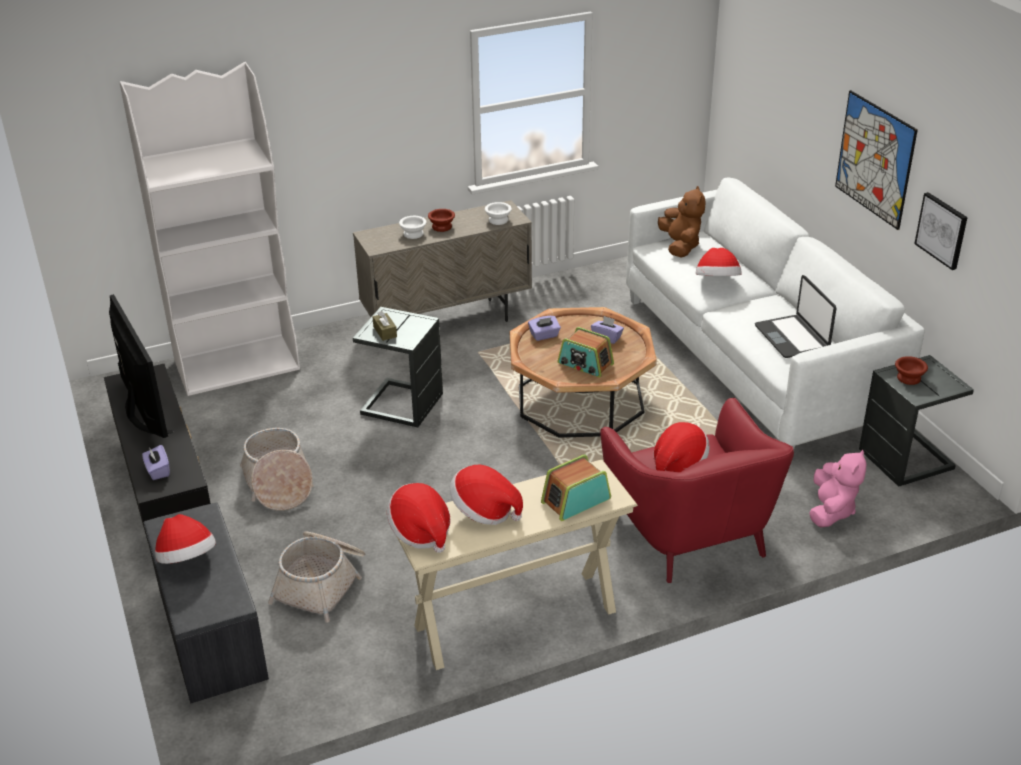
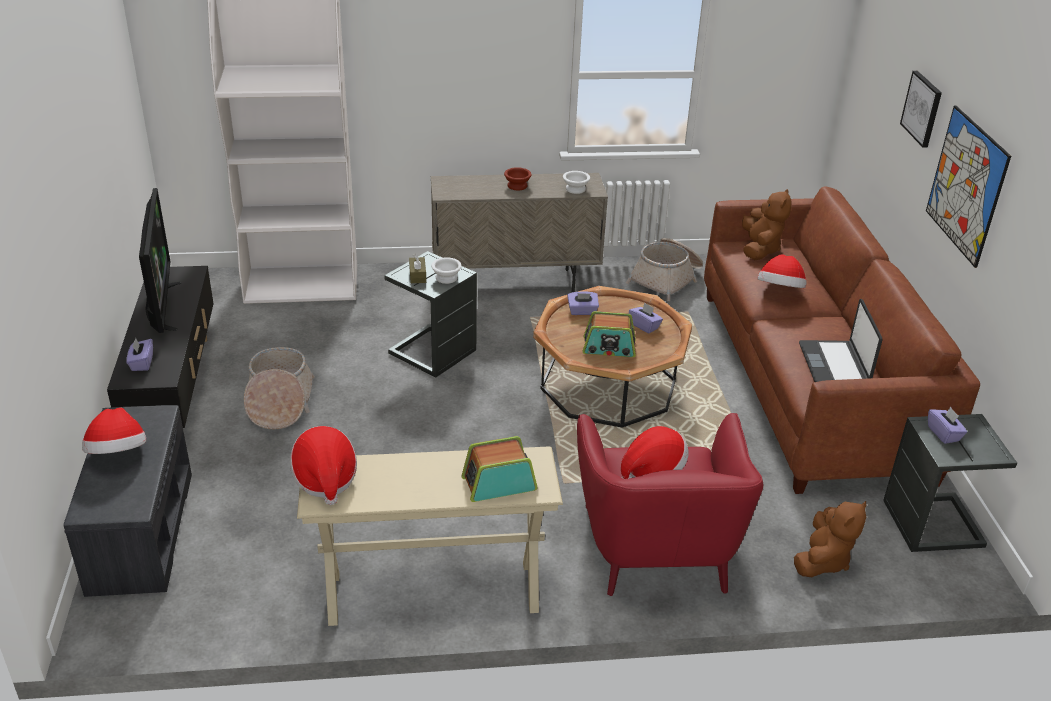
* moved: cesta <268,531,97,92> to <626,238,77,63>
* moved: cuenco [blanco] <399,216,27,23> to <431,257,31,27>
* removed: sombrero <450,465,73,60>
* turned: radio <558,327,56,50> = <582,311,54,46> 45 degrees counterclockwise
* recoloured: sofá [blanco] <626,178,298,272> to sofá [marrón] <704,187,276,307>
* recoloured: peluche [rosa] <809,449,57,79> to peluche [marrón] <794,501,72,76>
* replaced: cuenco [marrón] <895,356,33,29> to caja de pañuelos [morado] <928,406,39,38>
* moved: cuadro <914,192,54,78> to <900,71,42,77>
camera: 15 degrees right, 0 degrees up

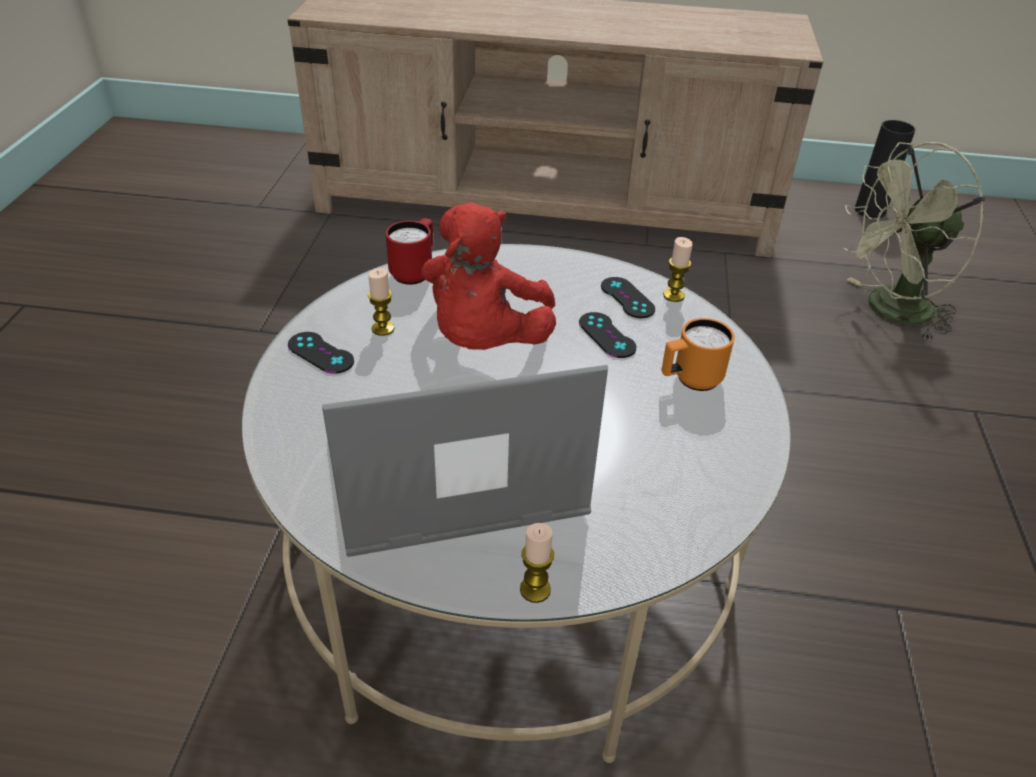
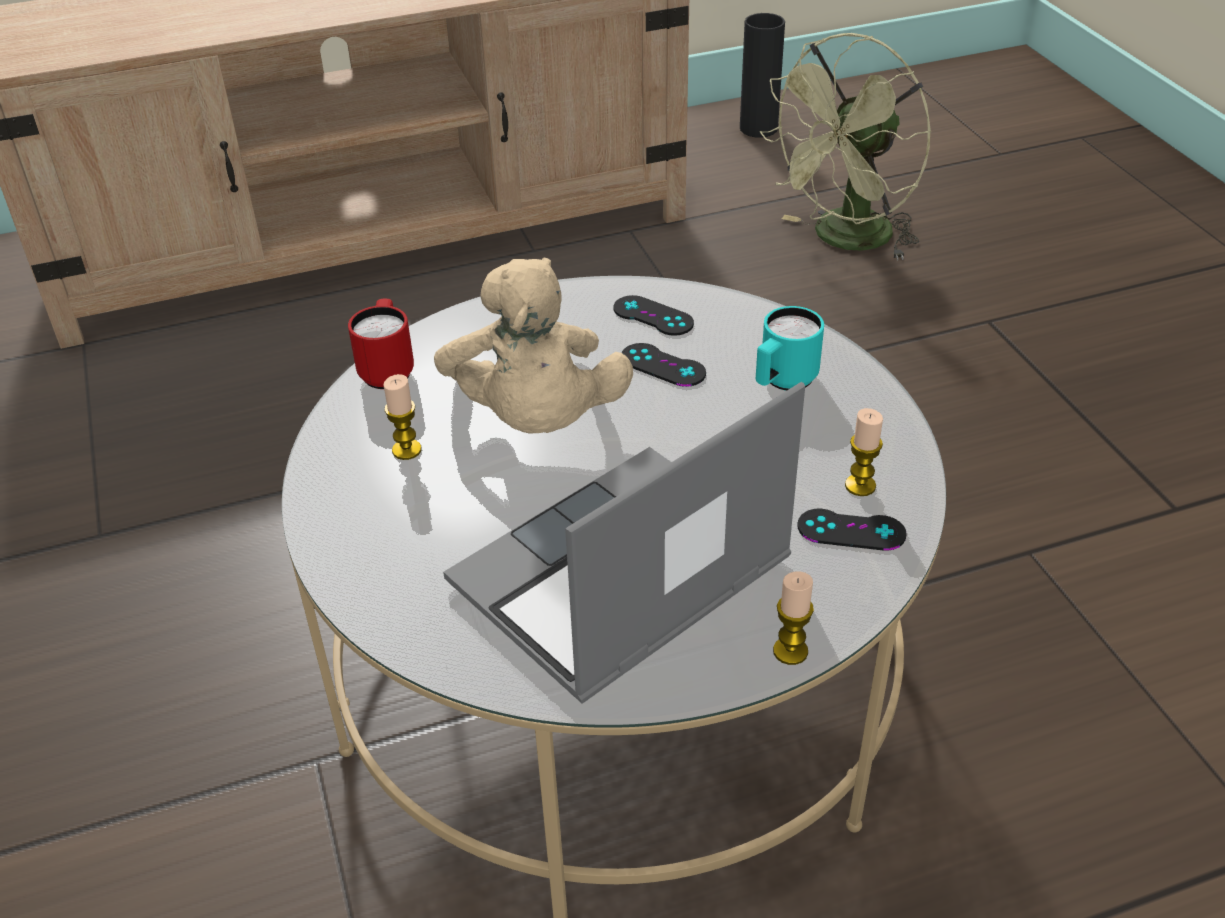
* moved: mando de consola [negro] <288,332,66,42> to <797,509,110,42>
* recoloured: peluche [rojo] <421,202,135,148> to peluche [beis] <434,258,199,175>
* recoloured: taza grande [naranja] <661,318,74,73> to taza grande [turquesa] <756,306,68,85>
* moved: vela <663,237,30,65> to <845,408,38,88>
camera: 25 degrees left, 0 degrees up

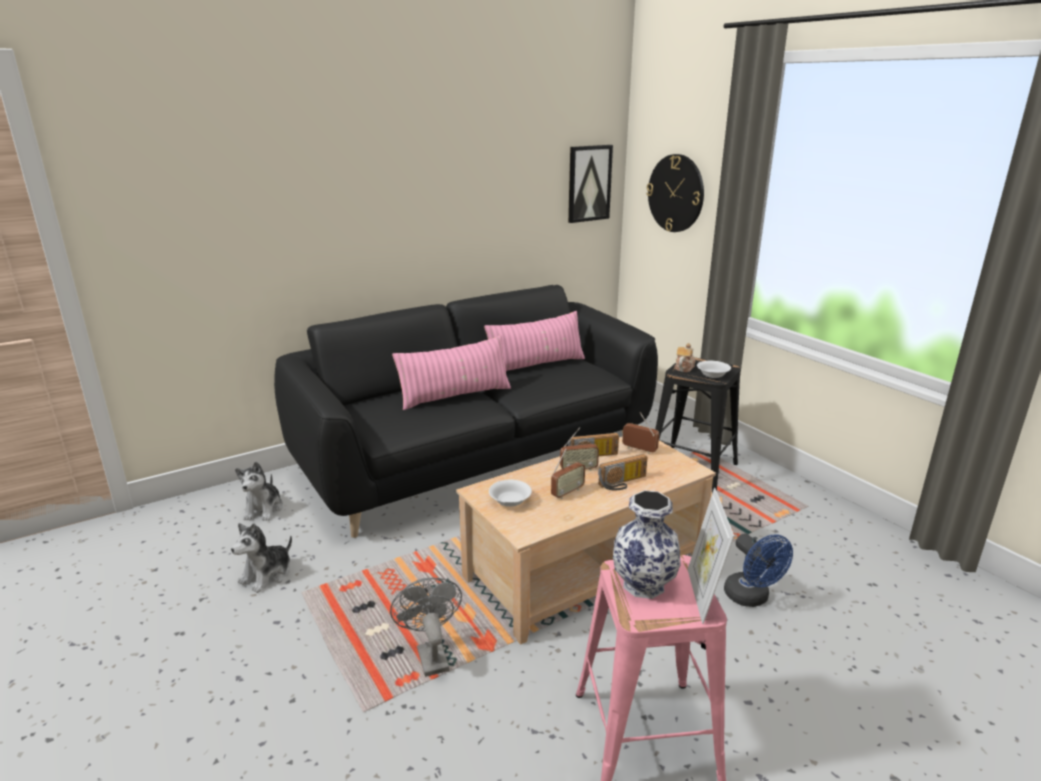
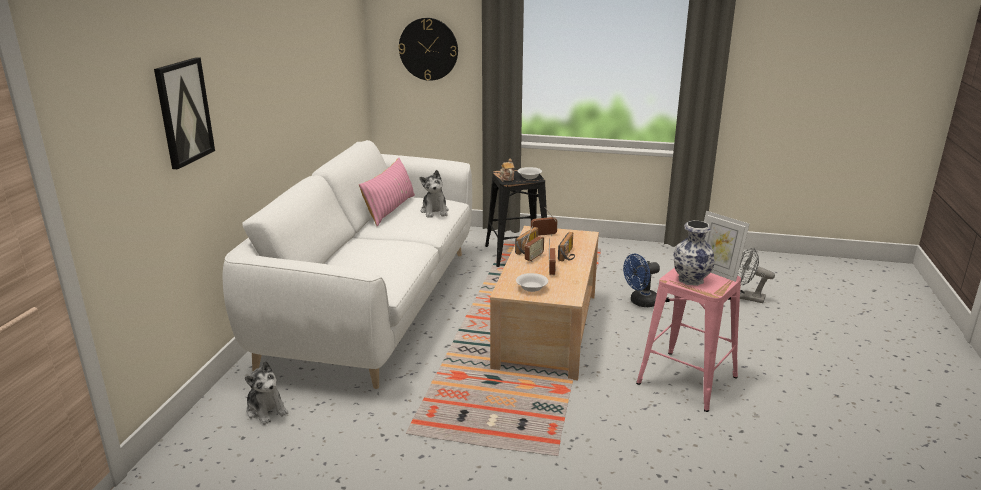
* moved: peluche <231,523,61,70> to <420,170,29,48>
* recoloured: sofá [negro] <274,285,384,253> to sofá [blanco] <222,140,250,249>
* moved: ventilador [gris] <390,578,72,99> to <738,247,37,56>
* removed: cojín [rosa] <392,335,119,75>
* moved: cuadro <568,145,45,78> to <154,57,61,112>
* turned: ventilador [azul] <724,533,69,74> = <623,254,37,53> 135 degrees clockwise
camera: 45 degrees left, 0 degrees up

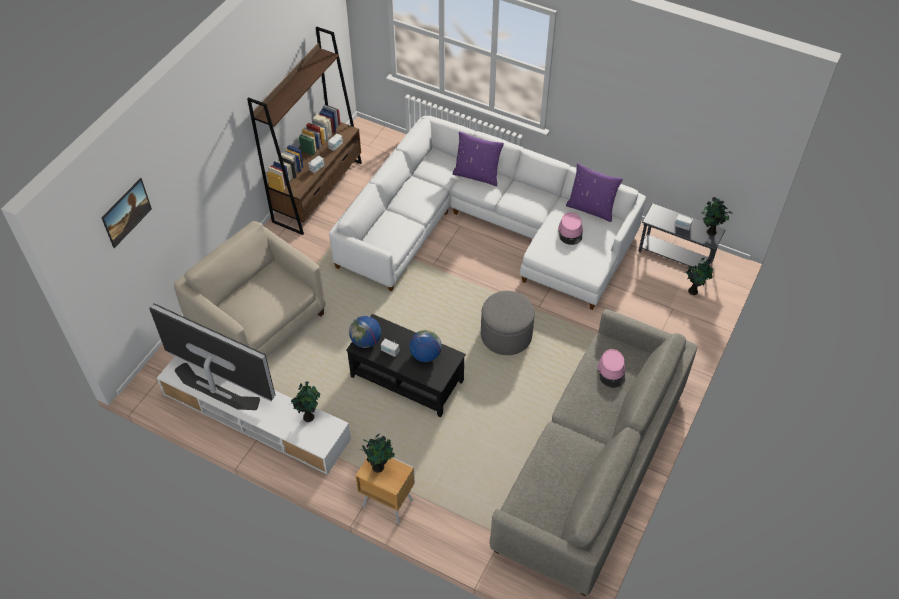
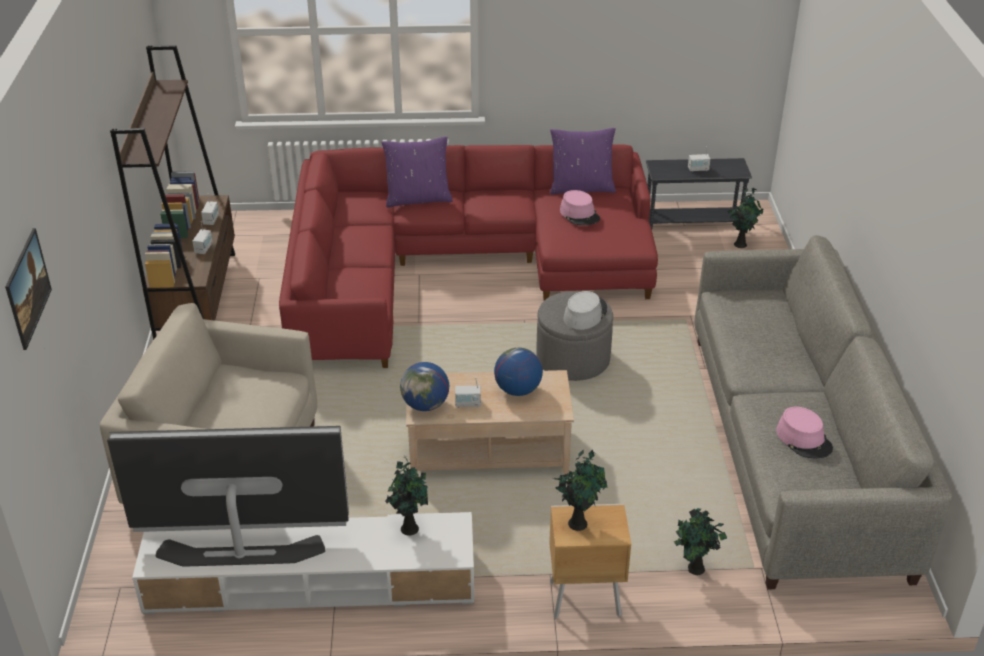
* recoloured: sofá [blanco] <329,116,317,194> to sofá [rojo] <279,144,379,224>
* recoloured: mesa de centro [negro] <346,314,120,103> to mesa de centro [beis] <406,370,168,109>
* moved: sombrero [rosa] <598,349,28,39> to <776,407,57,51>
* moved: planta en maceta <701,197,31,39> to <674,508,53,67>
* added: sombrero [gris] <564,291,43,39>
camera: 30 degrees left, 15 degrees down

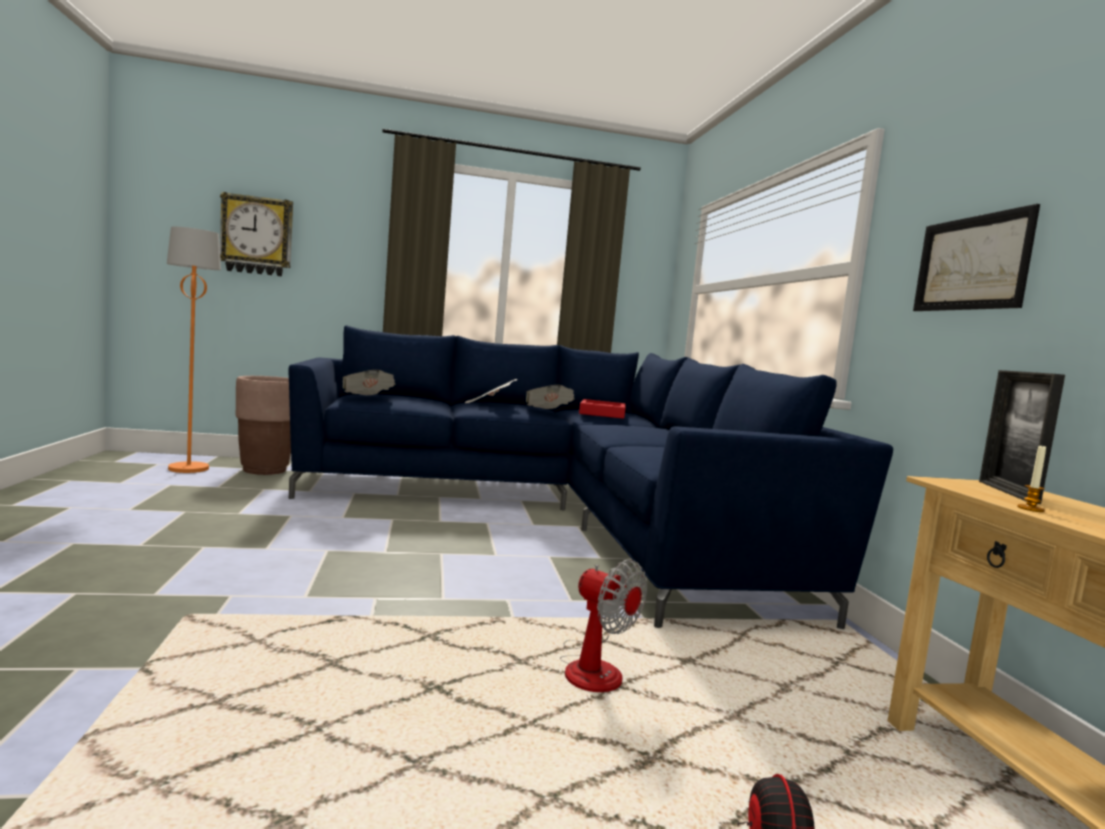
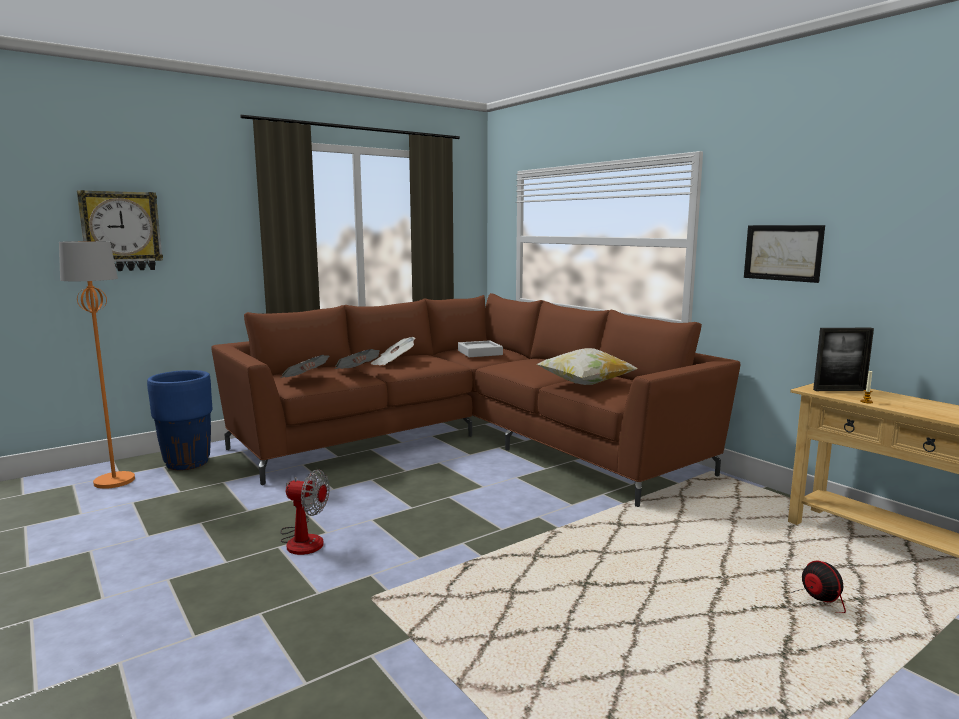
* recoloured: maceta [marrón] <236,376,55,99> to maceta [azul] <147,370,65,100>
* recoloured: sofá [azul] <289,325,604,304> to sofá [marrón] <211,293,529,214>
* moved: periódico <526,385,48,24> to <335,349,45,20>
* moved: ventilador <560,560,87,132> to <280,469,50,86>
* recoloured: bandeja [rojo] <579,399,47,20> to bandeja [gris] <458,340,45,17>
* turned: portarretratos <979,370,86,134> = <813,328,61,63> 75 degrees counterclockwise
* added: cojín <537,348,101,37>
camera: 25 degrees left, 5 degrees up

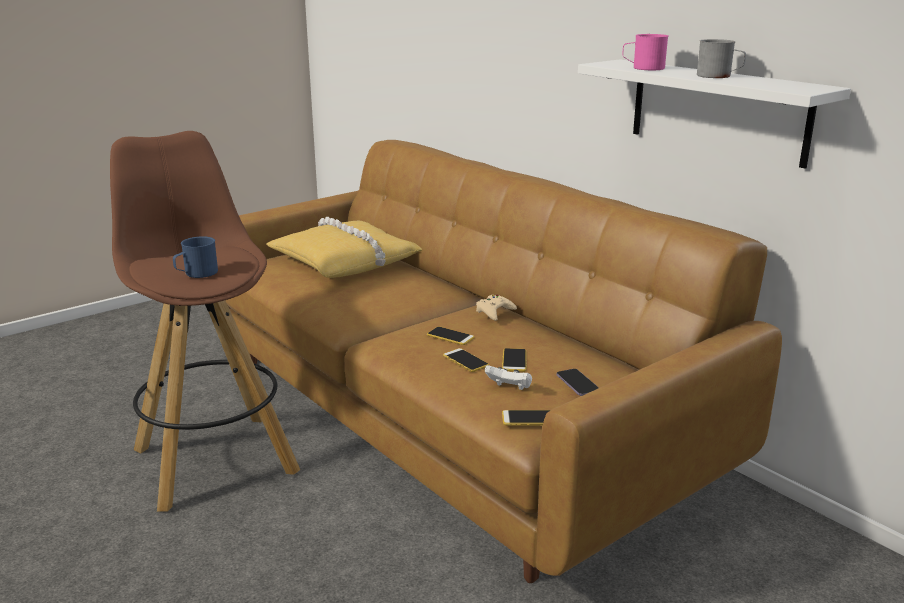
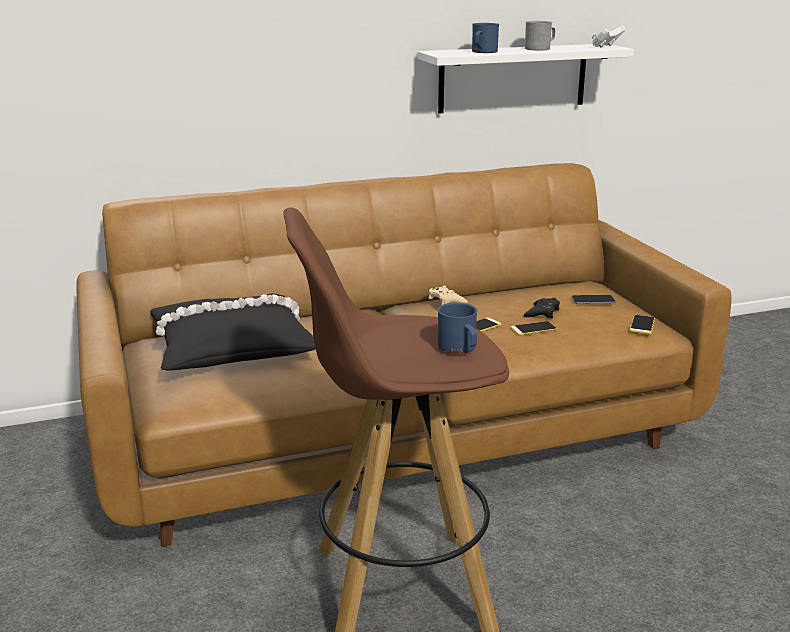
* recoloured: cojín [amarillo] <266,217,156,61> to cojín [negro] <150,293,166,78>
* moved: mando de consola [blanco] <485,365,47,25> to <592,26,33,22>
* replaced: móvil <502,348,25,24> to mando de consola [negro] <523,298,37,21>
* recoloured: taza grande [rosa] <622,34,46,36> to taza grande [azul] <472,23,27,30>
camera: 70 degrees left, 0 degrees up

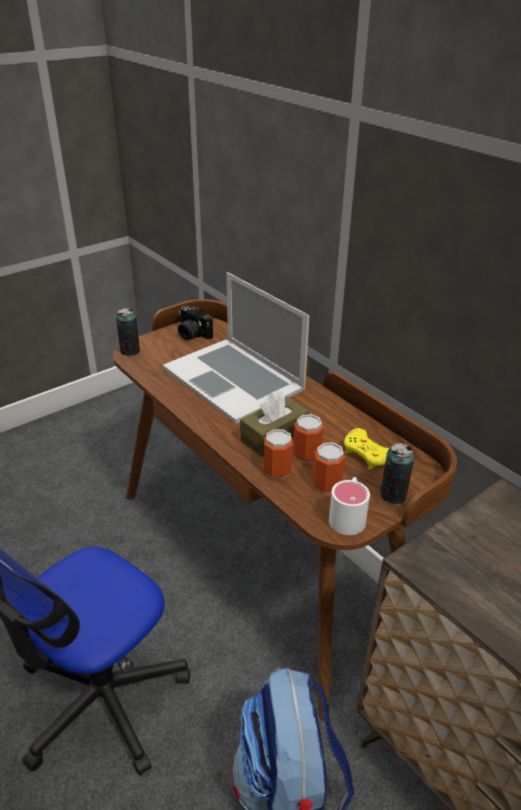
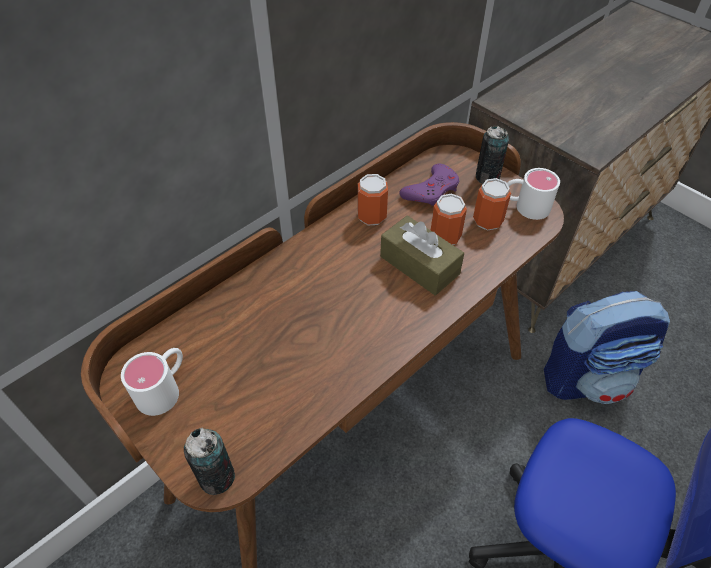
* removed: portátil <163,272,147,152>
* replaced: cámara <178,305,35,36> to taza grande [blanco] <121,348,62,68>
* moved: lata <264,429,29,50> to <358,174,30,51>
* recoloured: mando de consola [amarillo] <344,428,46,41> to mando de consola [morado] <399,164,60,42>
camera: 95 degrees left, 15 degrees up

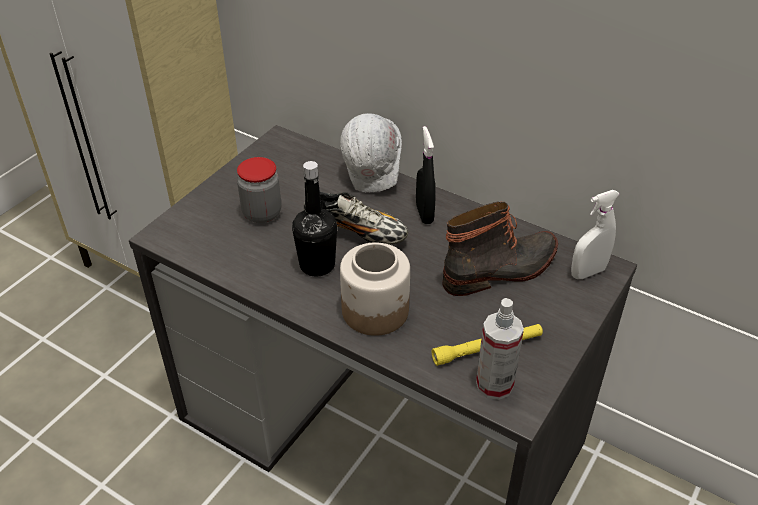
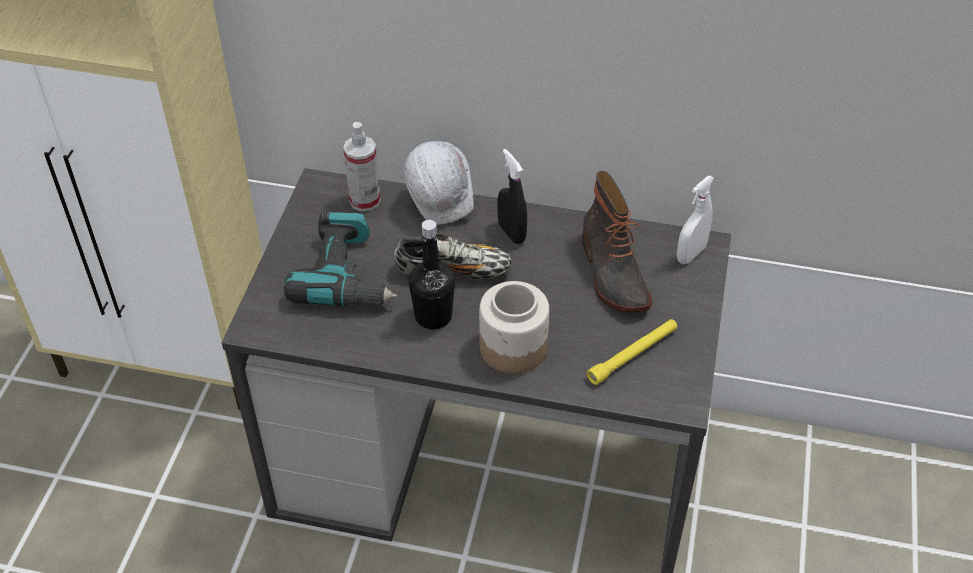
* replaced: tarro <237,157,44,66> to taladro <284,211,113,96>
* turned: bota <442,202,116,94> = <582,170,70,143> 120 degrees clockwise
* moved: pulverizador <476,298,48,102> to <343,122,38,90>
camera: 20 degrees left, 5 degrees up

